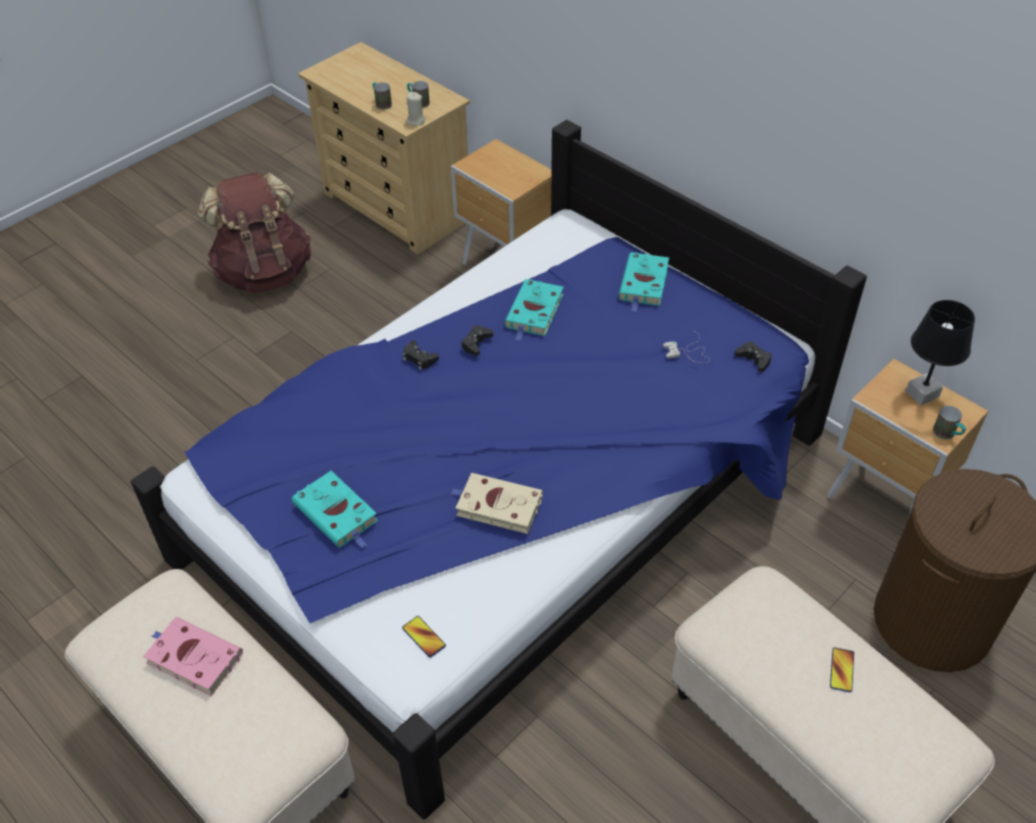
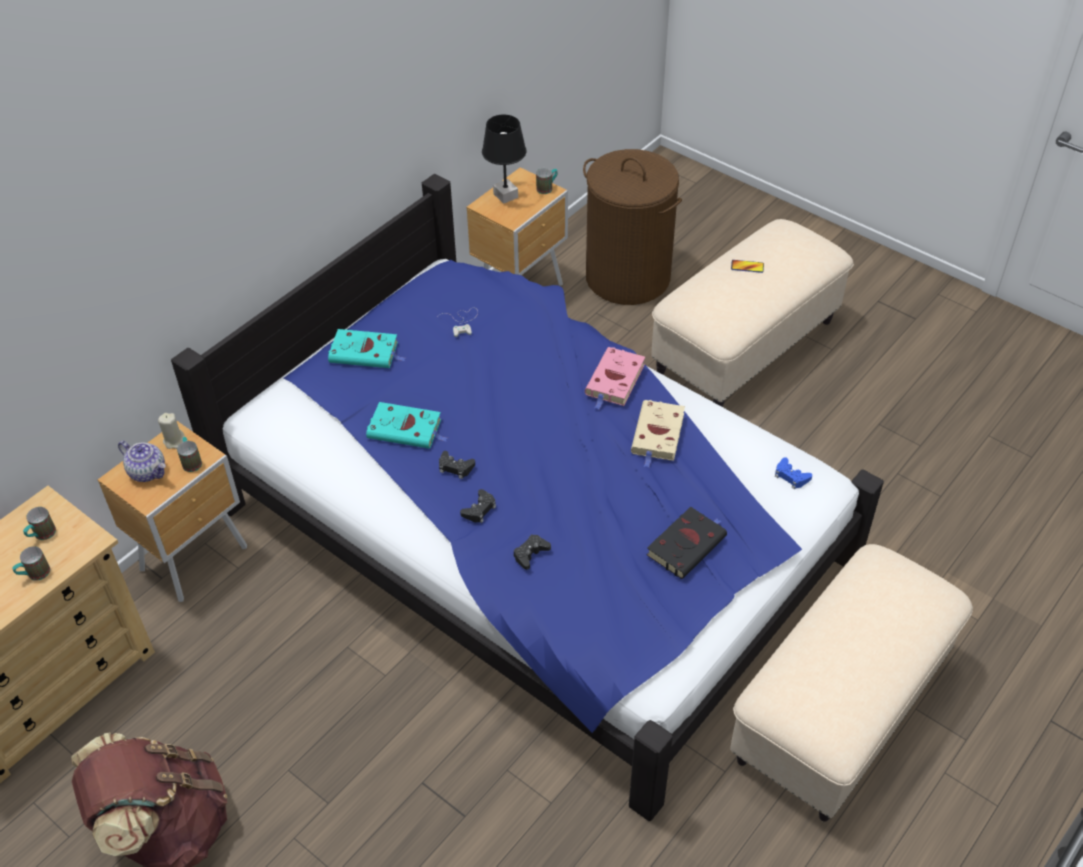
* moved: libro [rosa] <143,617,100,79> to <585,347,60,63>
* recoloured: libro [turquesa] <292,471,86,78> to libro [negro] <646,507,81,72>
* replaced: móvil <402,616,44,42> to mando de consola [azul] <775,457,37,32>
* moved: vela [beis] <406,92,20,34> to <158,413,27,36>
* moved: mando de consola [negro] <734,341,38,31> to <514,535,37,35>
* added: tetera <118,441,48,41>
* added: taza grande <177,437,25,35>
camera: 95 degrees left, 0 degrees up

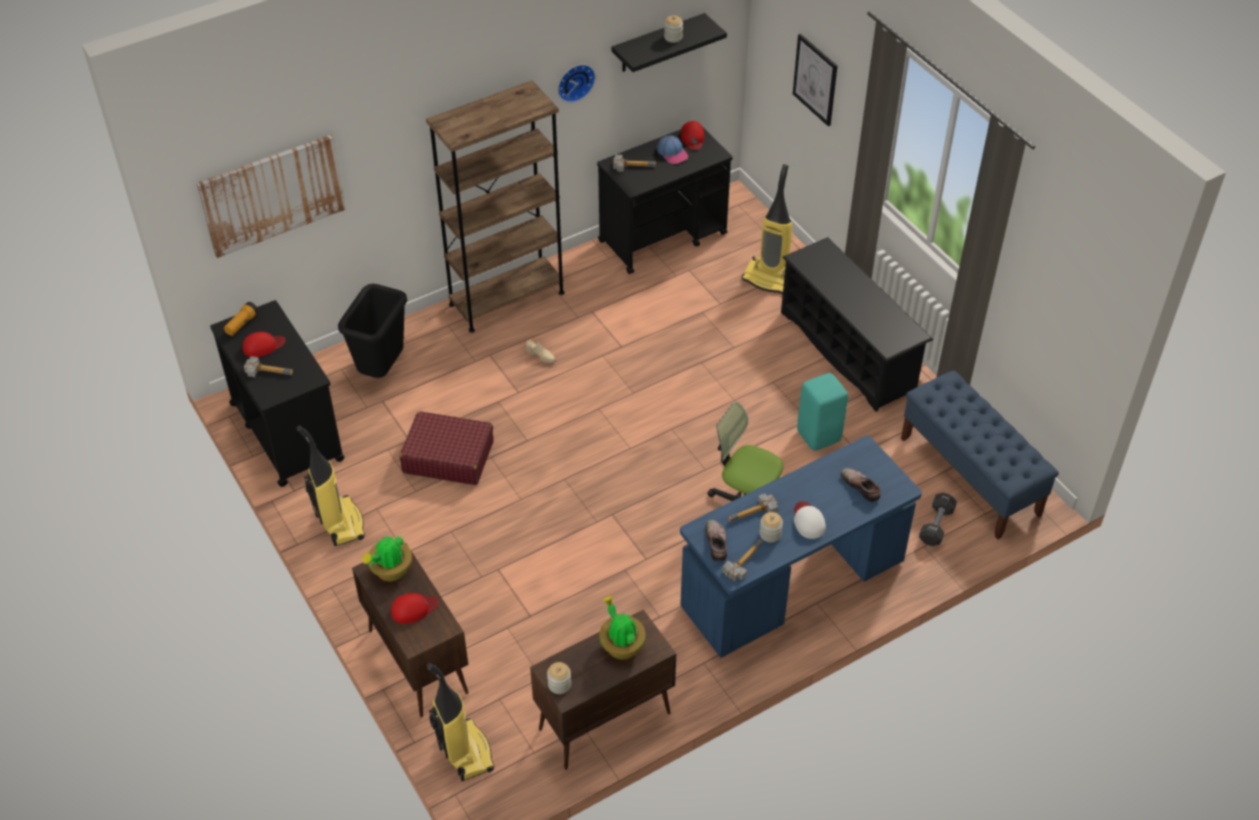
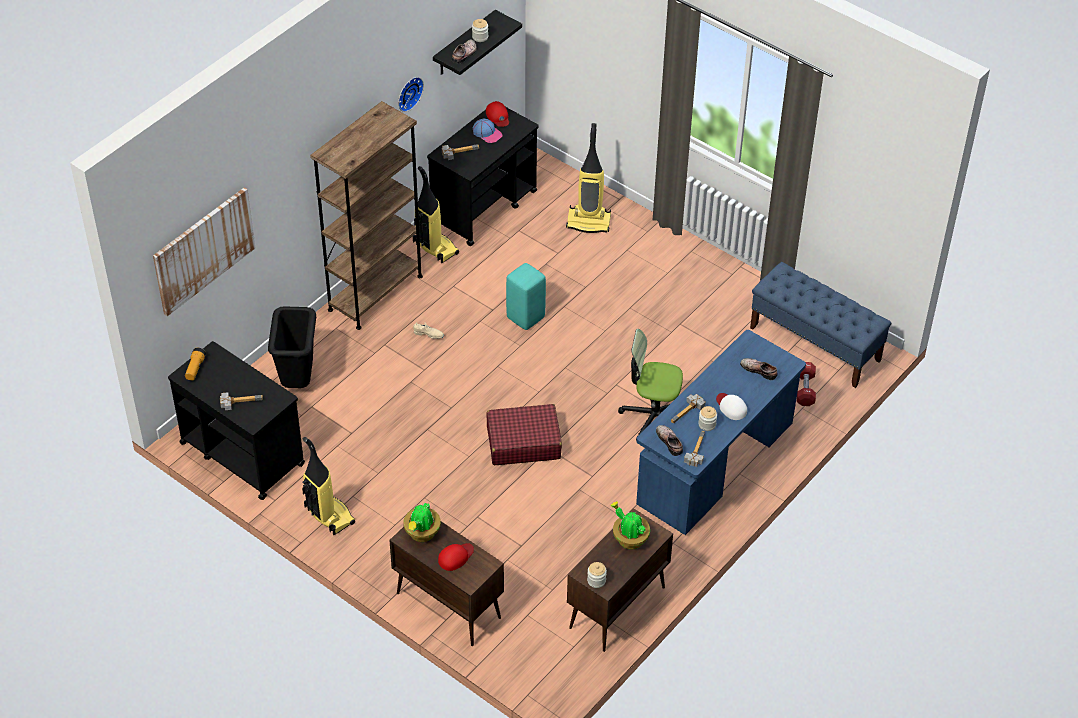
* removed: gorra [rojo] <243,332,42,25>
* moved: maleta [rojo] <399,411,95,74> to <487,404,75,61>
* moved: aspiradora <426,663,69,118> to <413,166,46,97>
* removed: zapatero [negro] <781,237,152,175>
* removed: cuadro <793,34,44,92>
* moved: taburete [turquesa] <797,373,51,78> to <506,263,40,67>
* recoloured: mancuerna [negro] <919,493,38,53> to mancuerna [rojo] <797,362,19,44>
* added: zapato <452,39,25,25>
camera: 20 degrees left, 0 degrees up

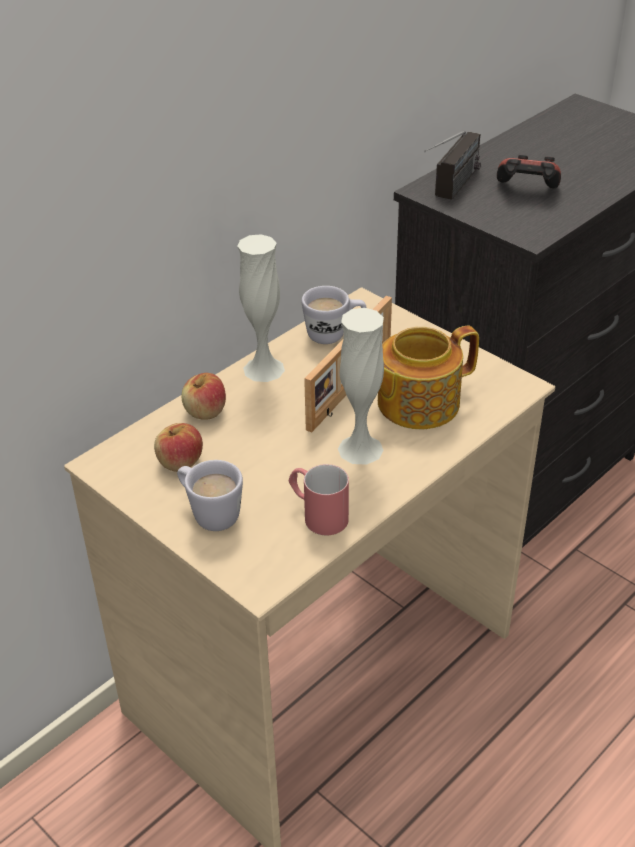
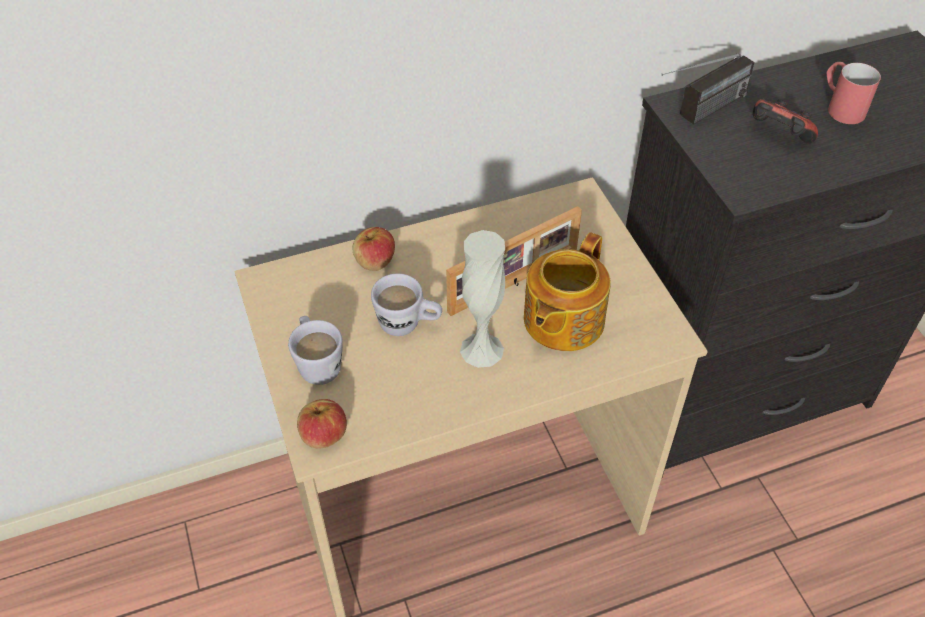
* moved: manzana <154,423,49,49> to <297,399,50,50>
* removed: florero [blanco] <237,234,48,148>
* moved: taza grande [rojo] <289,464,60,71> to <827,62,54,62>
* moved: taza grande [blanco] <302,286,65,58> to <371,273,71,63>
* turned: tetera <378,326,101,103> = <524,232,87,119> 60 degrees counterclockwise
camera: 25 degrees right, 10 degrees up

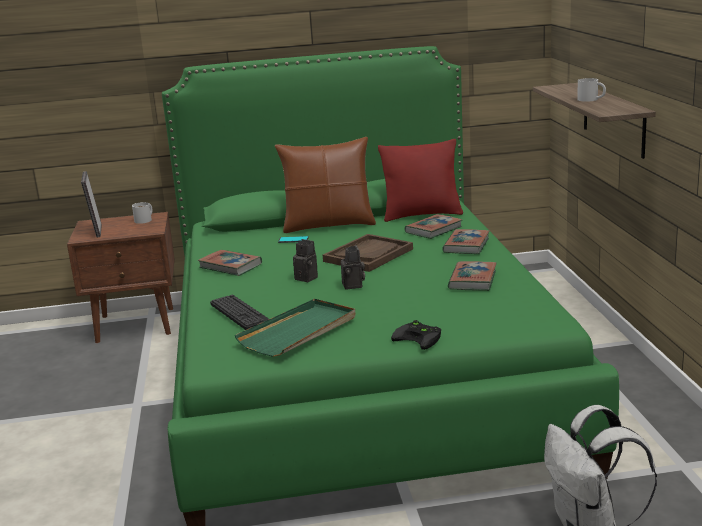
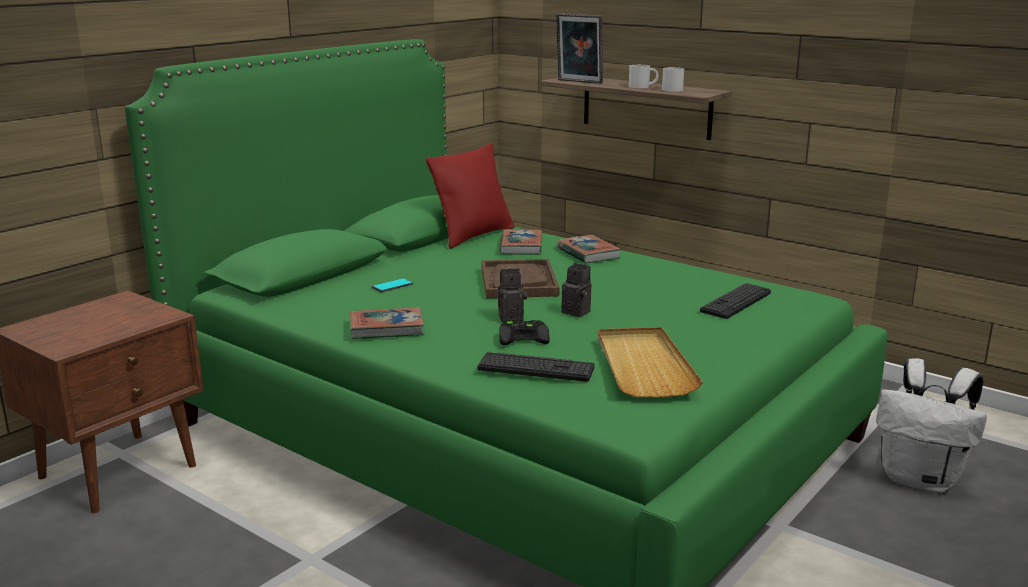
* moved: portarretratos <81,171,21,67> to <556,14,47,70>
* moved: taza grande [blanco] <132,202,20,22> to <662,67,22,24>
* recoloured: bandeja [verde] <235,299,121,58> to bandeja [beis] <598,327,105,70>
* removed: cojín [marrón] <275,137,101,96>
* moved: mando de consola [negro] <391,320,50,30> to <499,319,50,26>
* removed: libro <448,261,49,30>
* added: teclado <700,283,71,36>
camera: 45 degrees left, 0 degrees up

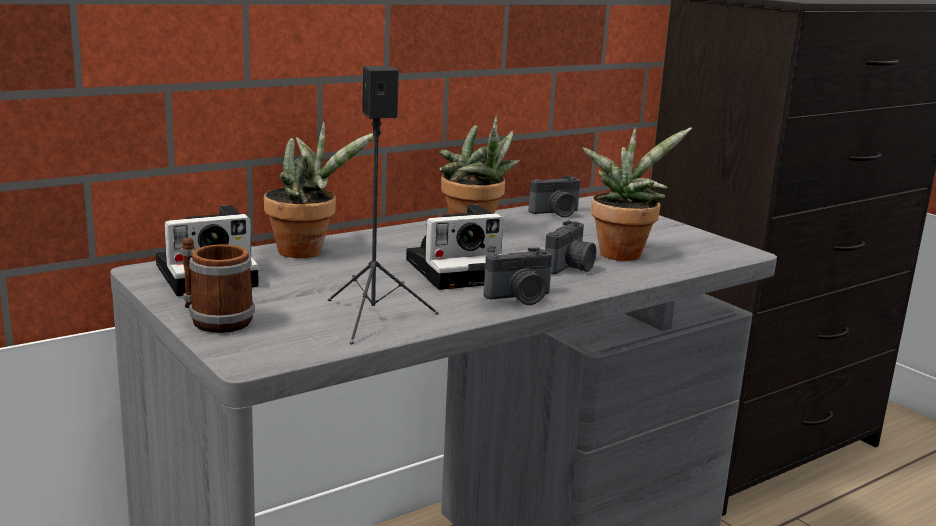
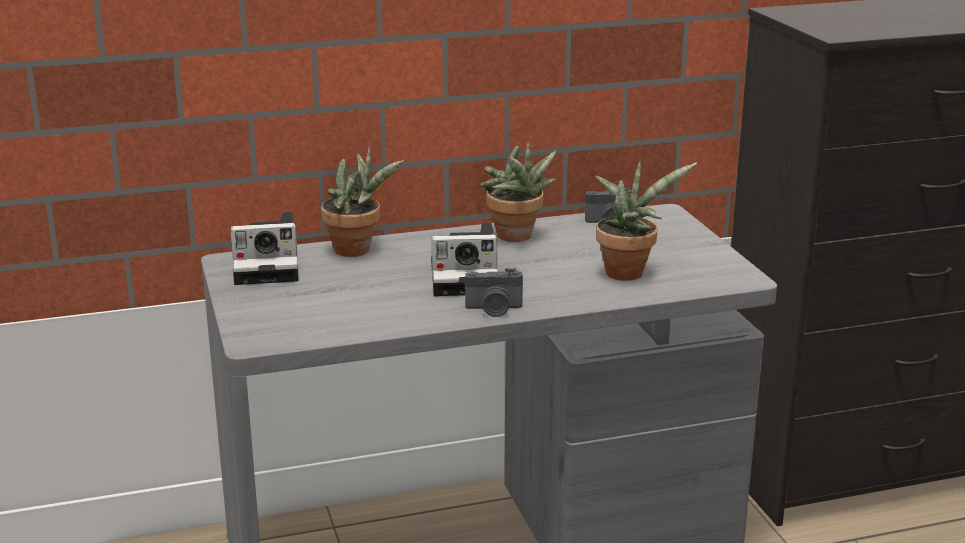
* removed: taza grande <181,237,74,96>
* removed: altavoz [negro] <328,66,111,279>
* removed: cámara <545,220,51,54>
camera: 20 degrees right, 5 degrees up

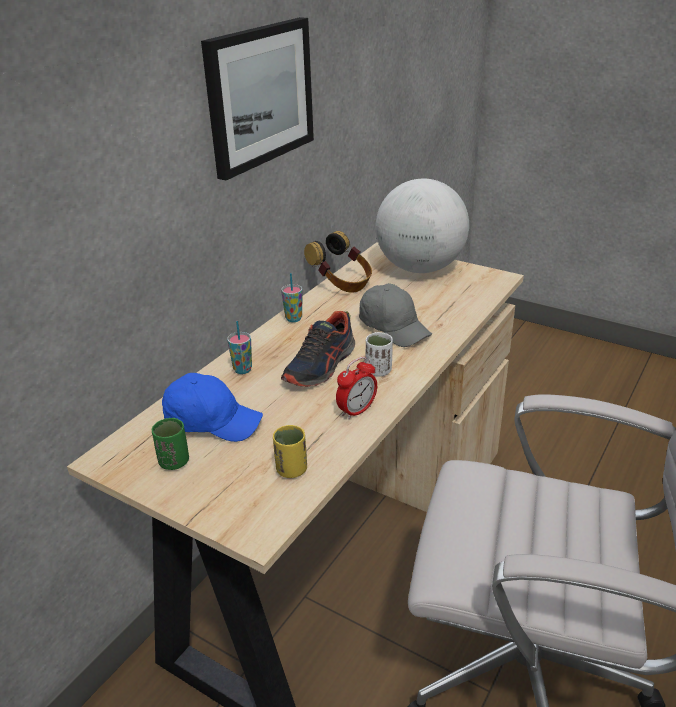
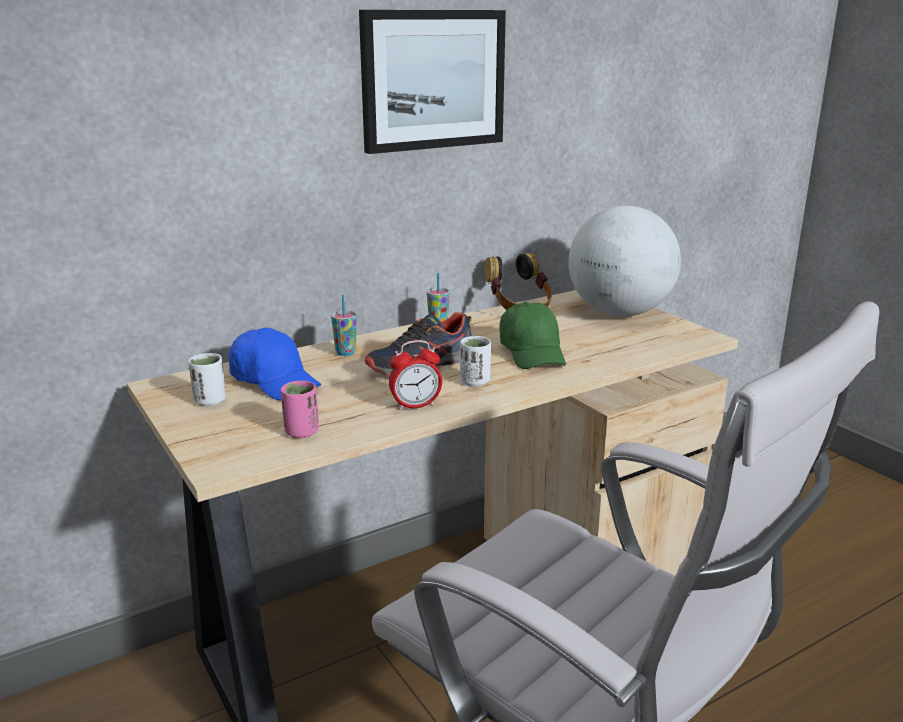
* recoloured: taza [verde] <152,418,37,52> to taza [blanco] <188,353,38,53>
* recoloured: taza [amarillo] <273,425,34,53> to taza [rosa] <281,381,38,57>
* recoloured: gorra [gris] <359,283,73,64> to gorra [verde] <500,302,66,67>
camera: 25 degrees right, 10 degrees down

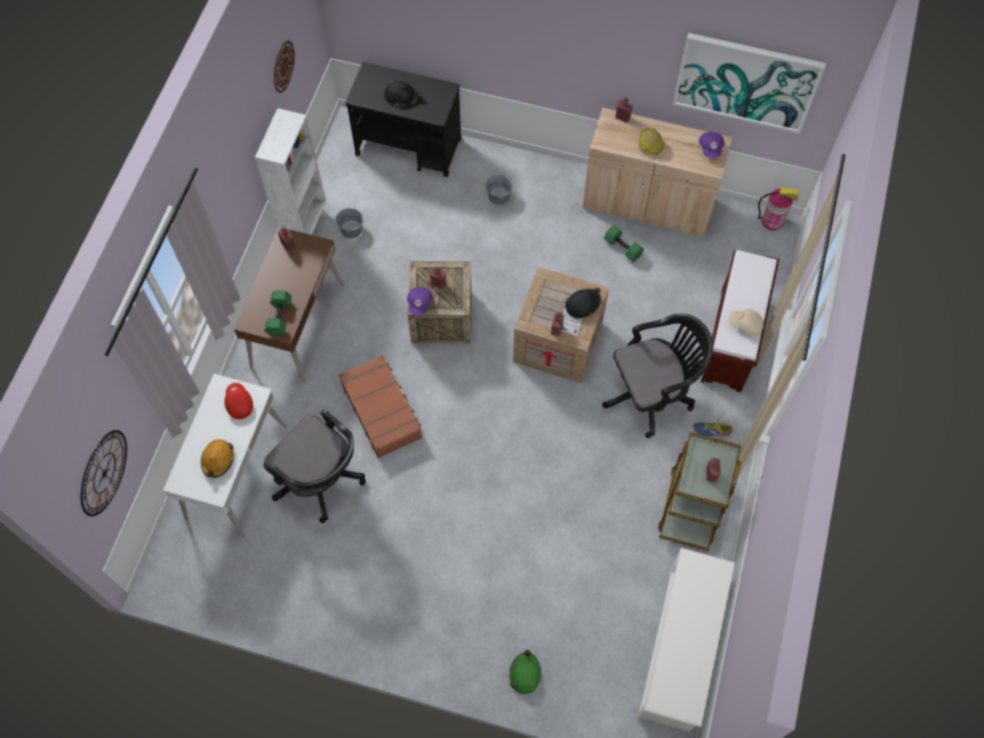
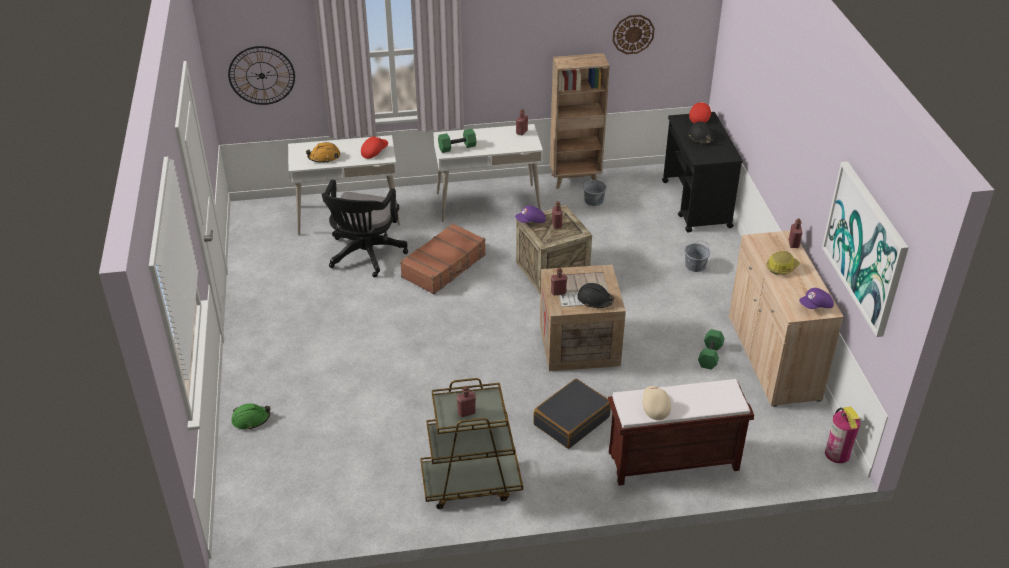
* recoloured: escritorio [marrón] <234,227,110,156> to escritorio [blanco] <433,124,110,98>
* recoloured: estantería [blanco] <255,108,72,127> to estantería [marrón] <550,53,60,136>
* replaced: silla de oficina [negro] <602,313,111,125> to maleta [negro] <533,379,78,70>
* removed: zapatero [blanco] <636,548,99,184>
* removed: zapato <693,417,40,20>
* added: gorra [rojo] <689,102,22,21>
camera: 65 degrees right, 25 degrees down

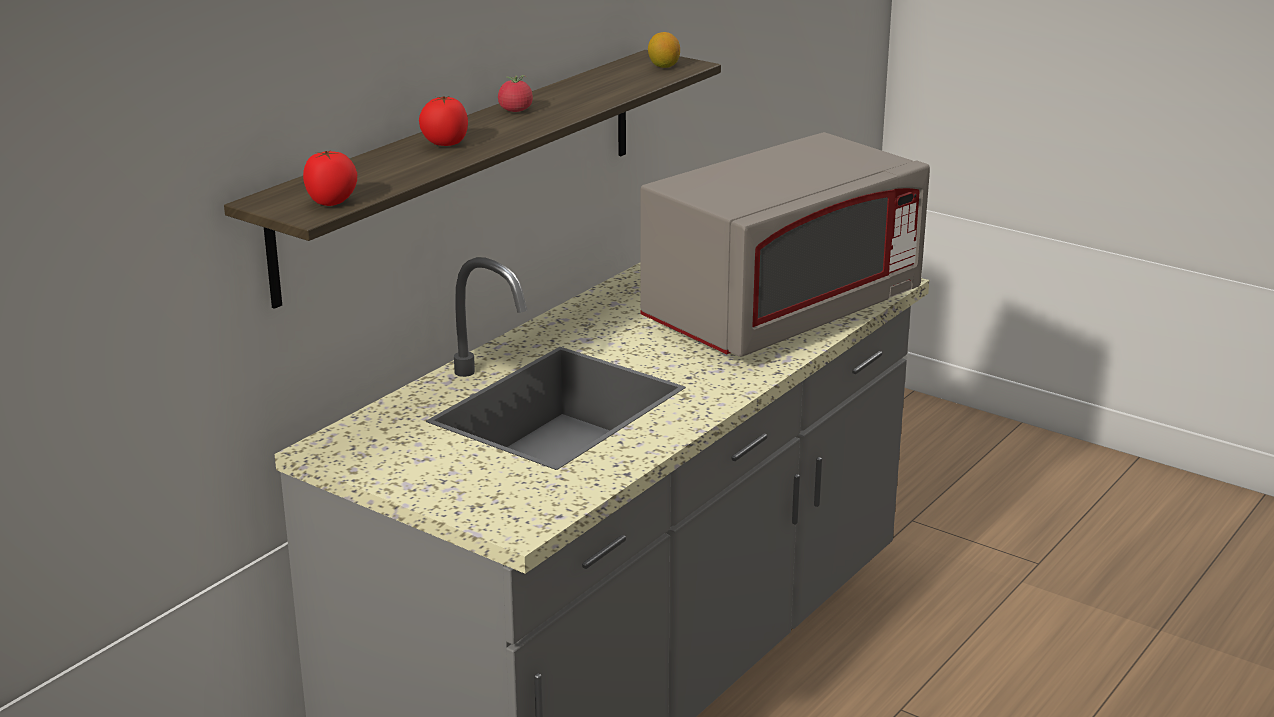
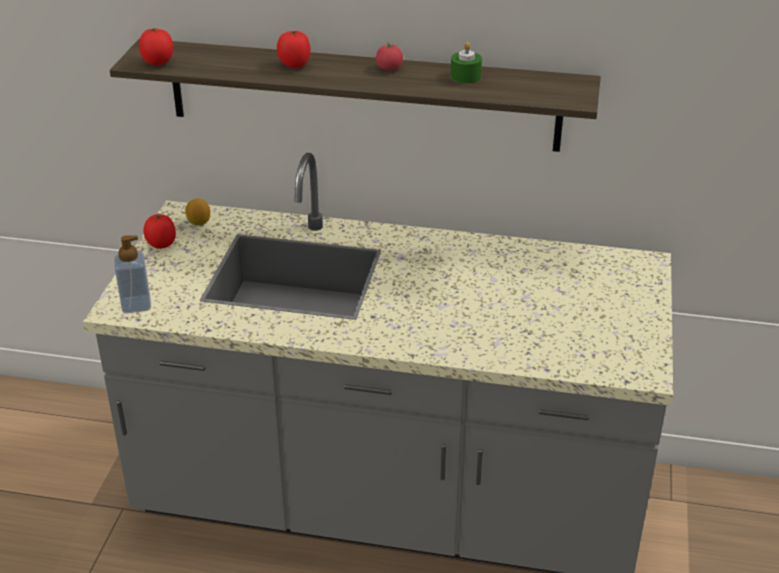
* removed: microondas [gris] <640,132,290,225>
* moved: limón <648,32,32,36> to <185,198,25,28>
* added: dispensador de jabón <114,235,37,79>
* added: tomate <143,214,33,35>
* added: vela [verde] <451,42,31,41>
camera: 65 degrees right, 10 degrees up

